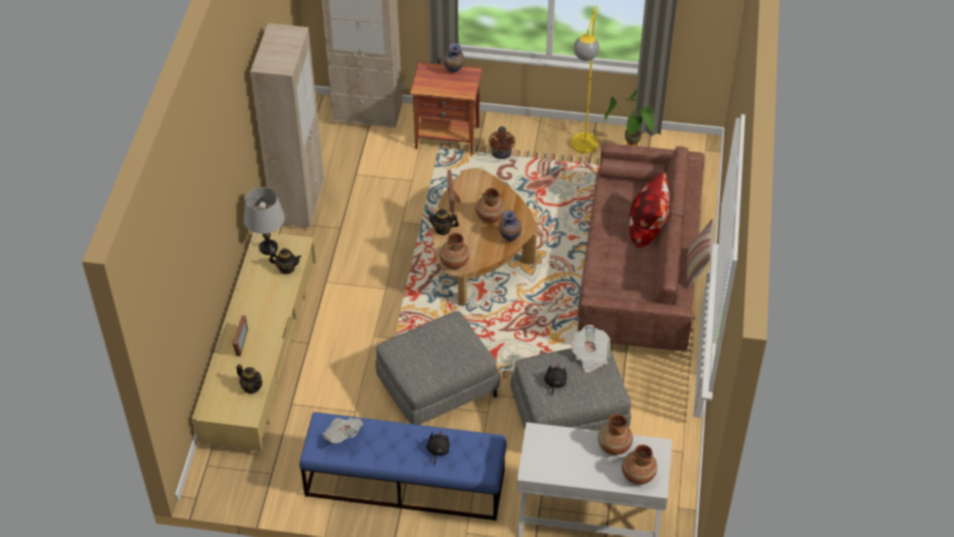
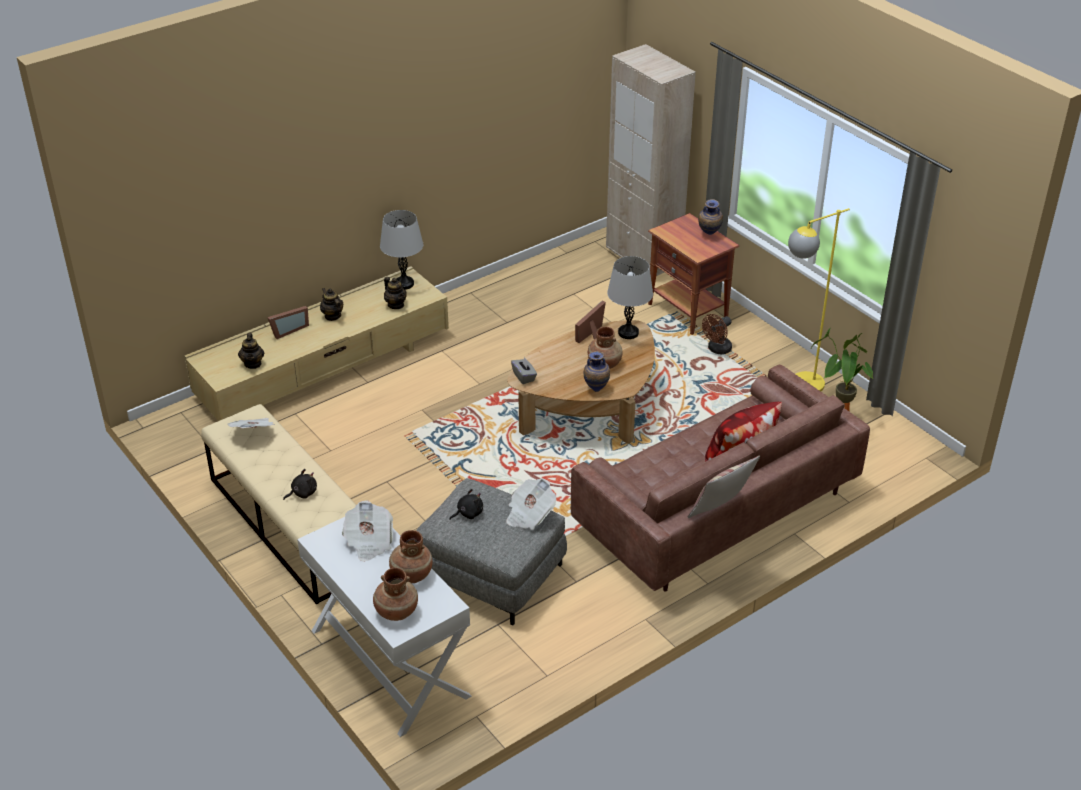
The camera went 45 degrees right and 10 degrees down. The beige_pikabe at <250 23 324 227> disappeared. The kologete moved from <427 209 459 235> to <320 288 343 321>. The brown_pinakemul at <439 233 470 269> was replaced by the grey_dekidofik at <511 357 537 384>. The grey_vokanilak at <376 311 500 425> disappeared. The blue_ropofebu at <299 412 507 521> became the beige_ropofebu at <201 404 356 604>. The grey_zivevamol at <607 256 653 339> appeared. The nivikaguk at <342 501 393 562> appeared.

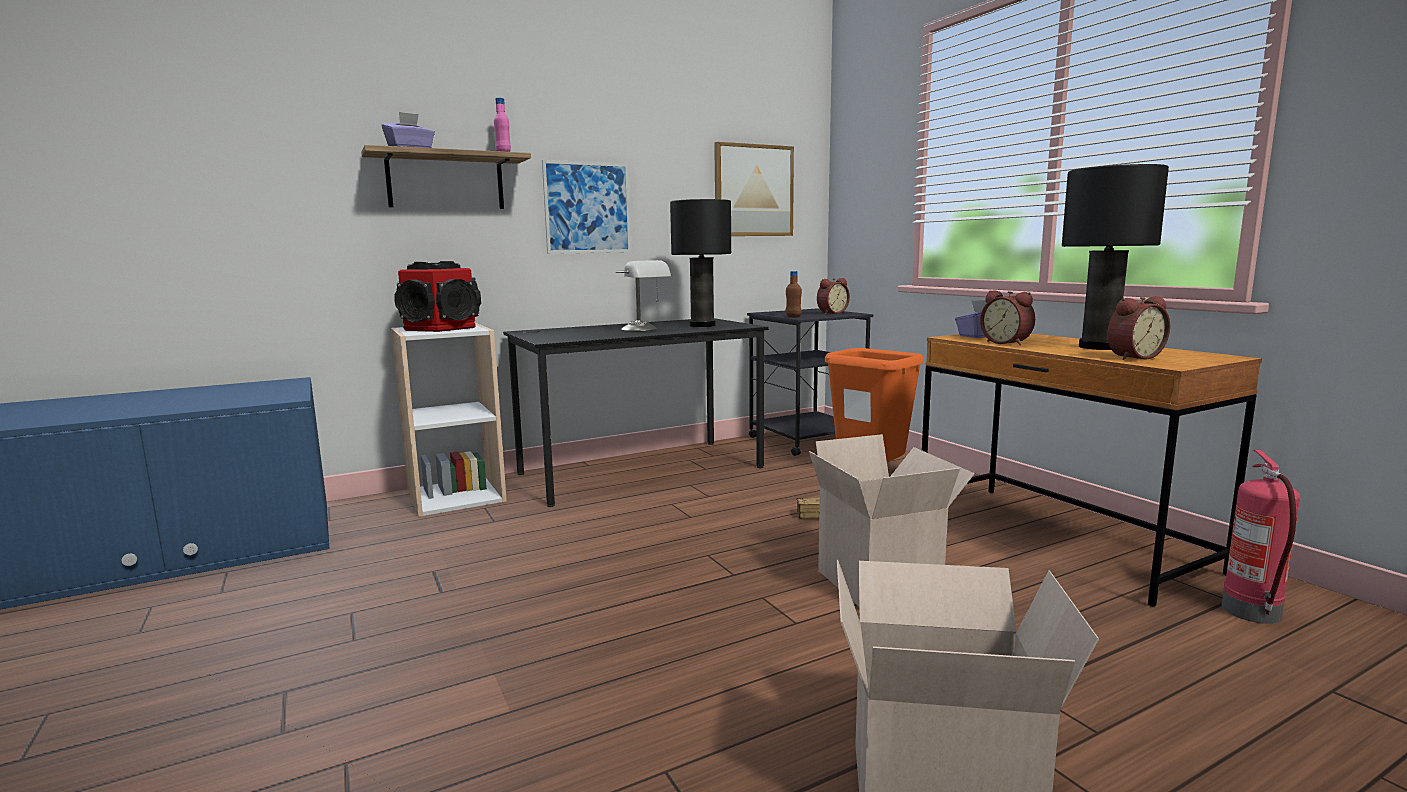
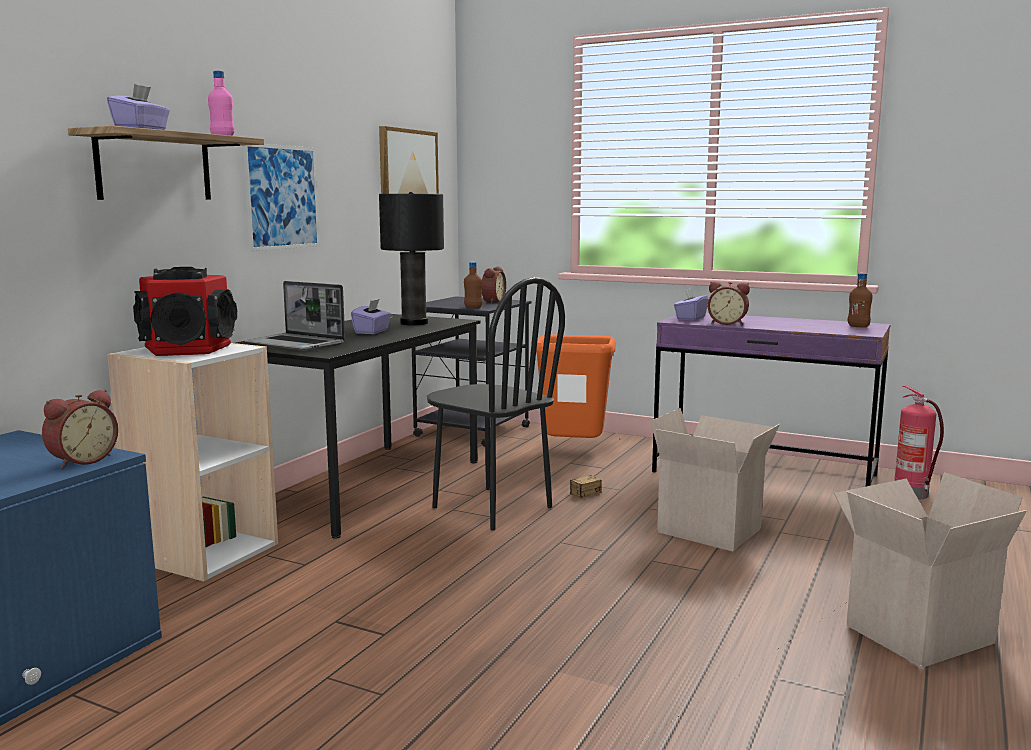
The camera went 35 degrees left and 0 degrees up. The black_zivevamol at <1062 164 1169 350> disappeared. The white_zivevamol at <616 260 671 331> was replaced by the purple_dekidofik at <351 299 391 334>. The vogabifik moved from <1107 296 1170 360> to <42 389 118 469>. The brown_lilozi at <922 333 1262 607> became the purple_lilozi at <652 313 891 486>. The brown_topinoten at <848 273 873 328> appeared. The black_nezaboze at <427 277 565 531> appeared. The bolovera at <244 281 345 351> appeared.

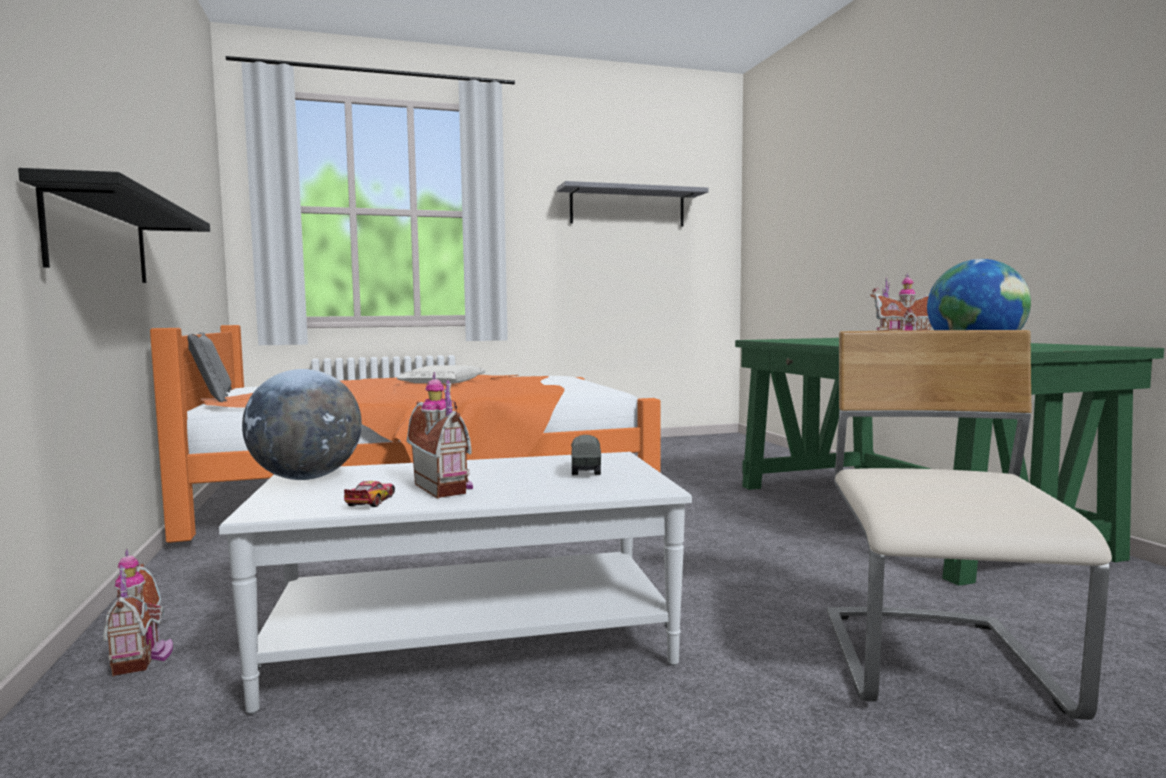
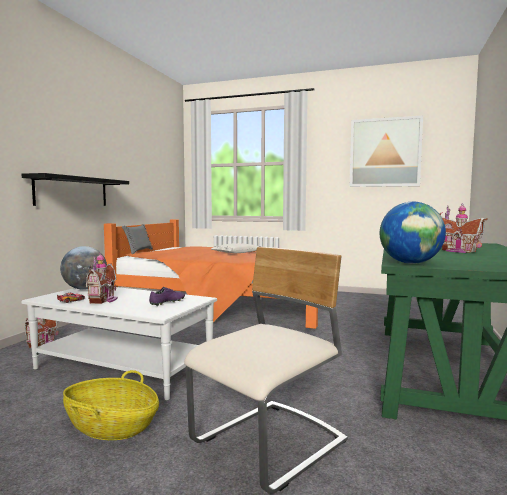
The camera went 35 degrees right and 0 degrees up. The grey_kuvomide at <557 181 709 227> was replaced by the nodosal at <350 115 423 187>. The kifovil at <571 435 601 475> was replaced by the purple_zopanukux at <149 287 185 306>. The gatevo at <63 370 159 440> appeared.

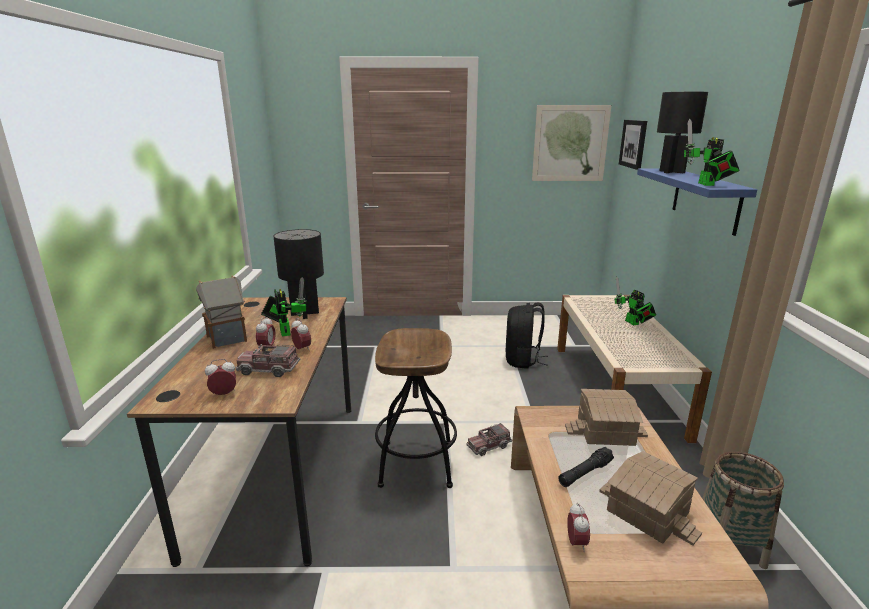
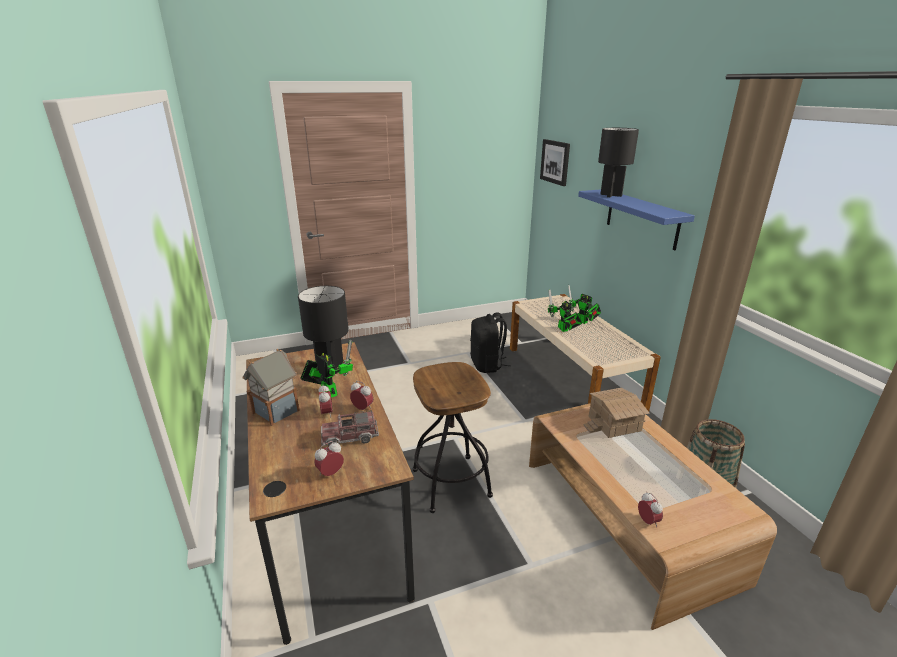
The camera went 20 degrees left and 5 degrees up. The nodosal at <532 105 612 181> disappeared. The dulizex moved from <684 119 740 186> to <548 289 582 332>. The kifovil at <467 423 512 456> disappeared. The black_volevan at <558 447 614 487> disappeared. The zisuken at <599 451 702 545> disappeared.

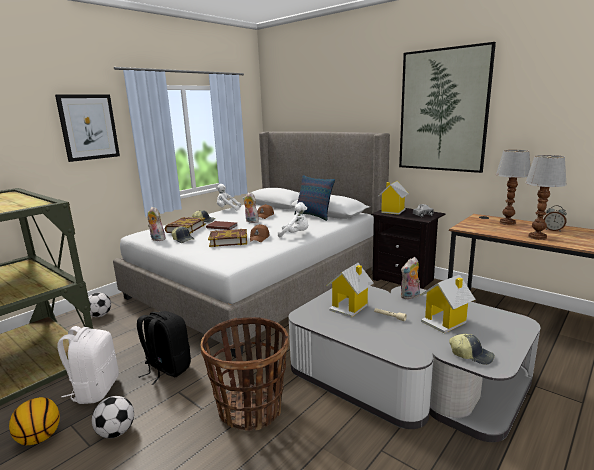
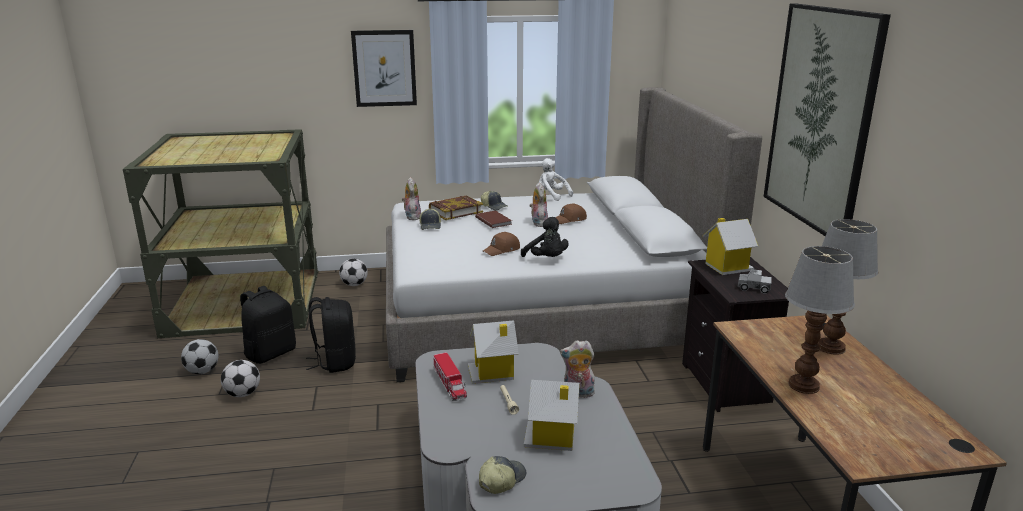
The camera went 40 degrees right and 5 degrees up. The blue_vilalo at <294 175 335 221> disappeared. The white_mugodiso at <278 202 308 238> became the black_mugodiso at <521 217 569 257>. The vogabifik at <544 205 567 232> disappeared. The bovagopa at <208 229 247 247> disappeared. The gatevo at <201 317 289 431> disappeared. The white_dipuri at <57 326 119 404> became the black_dipuri at <240 286 296 364>. The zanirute at <449 333 495 365> turned 120 degrees counterclockwise. The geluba at <9 397 60 446> was replaced by the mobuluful at <181 339 218 374>. The kifovil at <433 352 467 401> appeared.

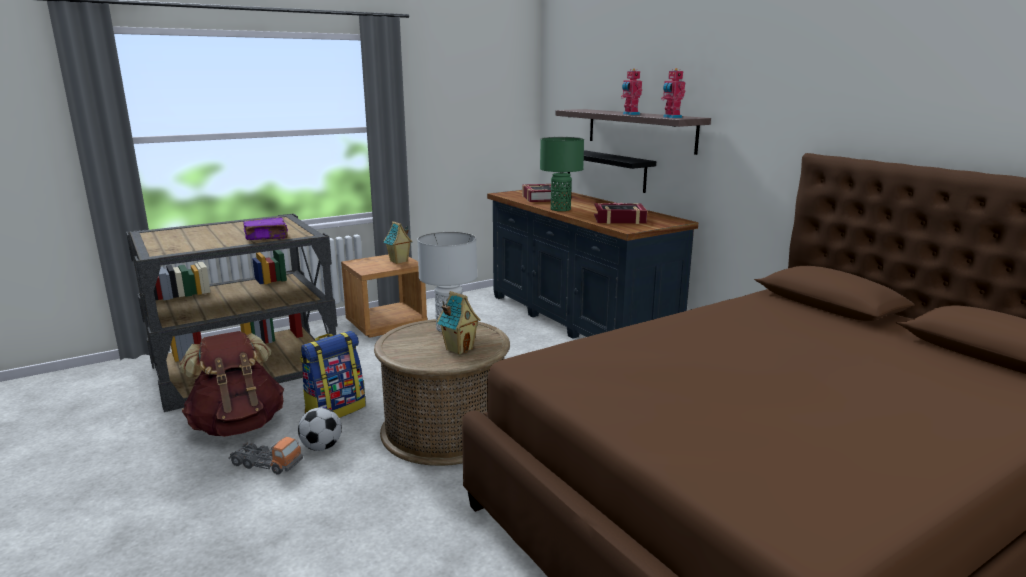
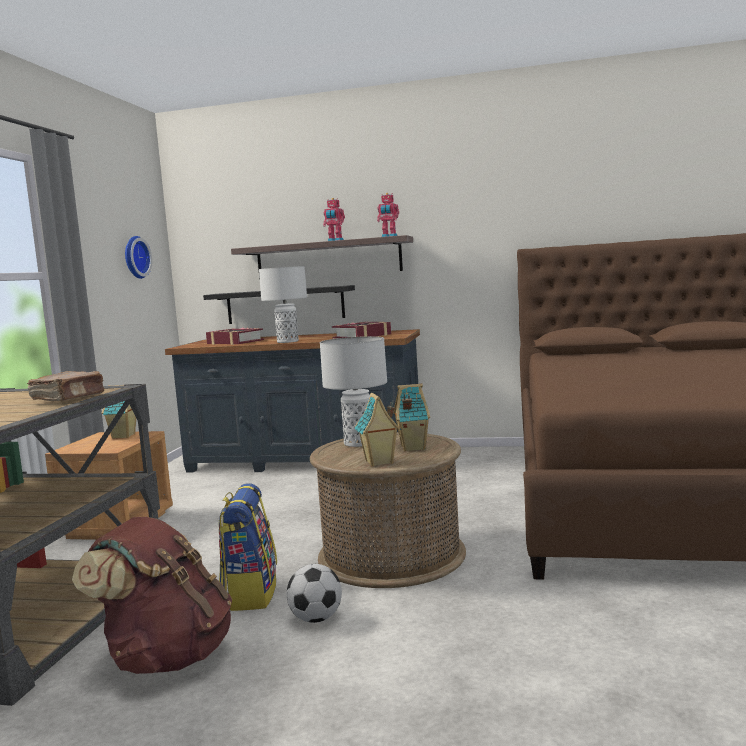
The camera went 45 degrees left and 10 degrees down. The green_zivevamol at <540 137 584 211> became the white_zivevamol at <259 266 307 343>. The purple_bovagopa at <243 217 288 240> became the brown_bovagopa at <27 371 104 401>. The kifovil at <229 437 303 475> disappeared. The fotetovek at <125 236 152 279> appeared. The zisuken at <354 393 401 466> appeared.

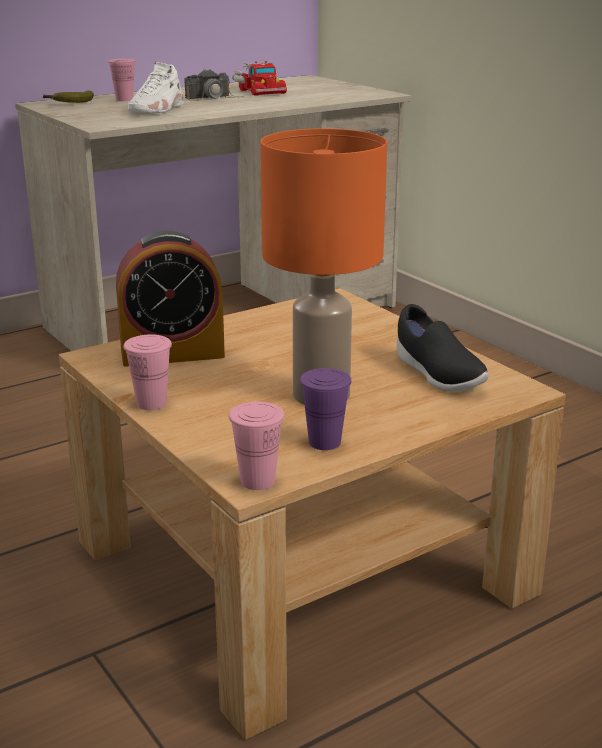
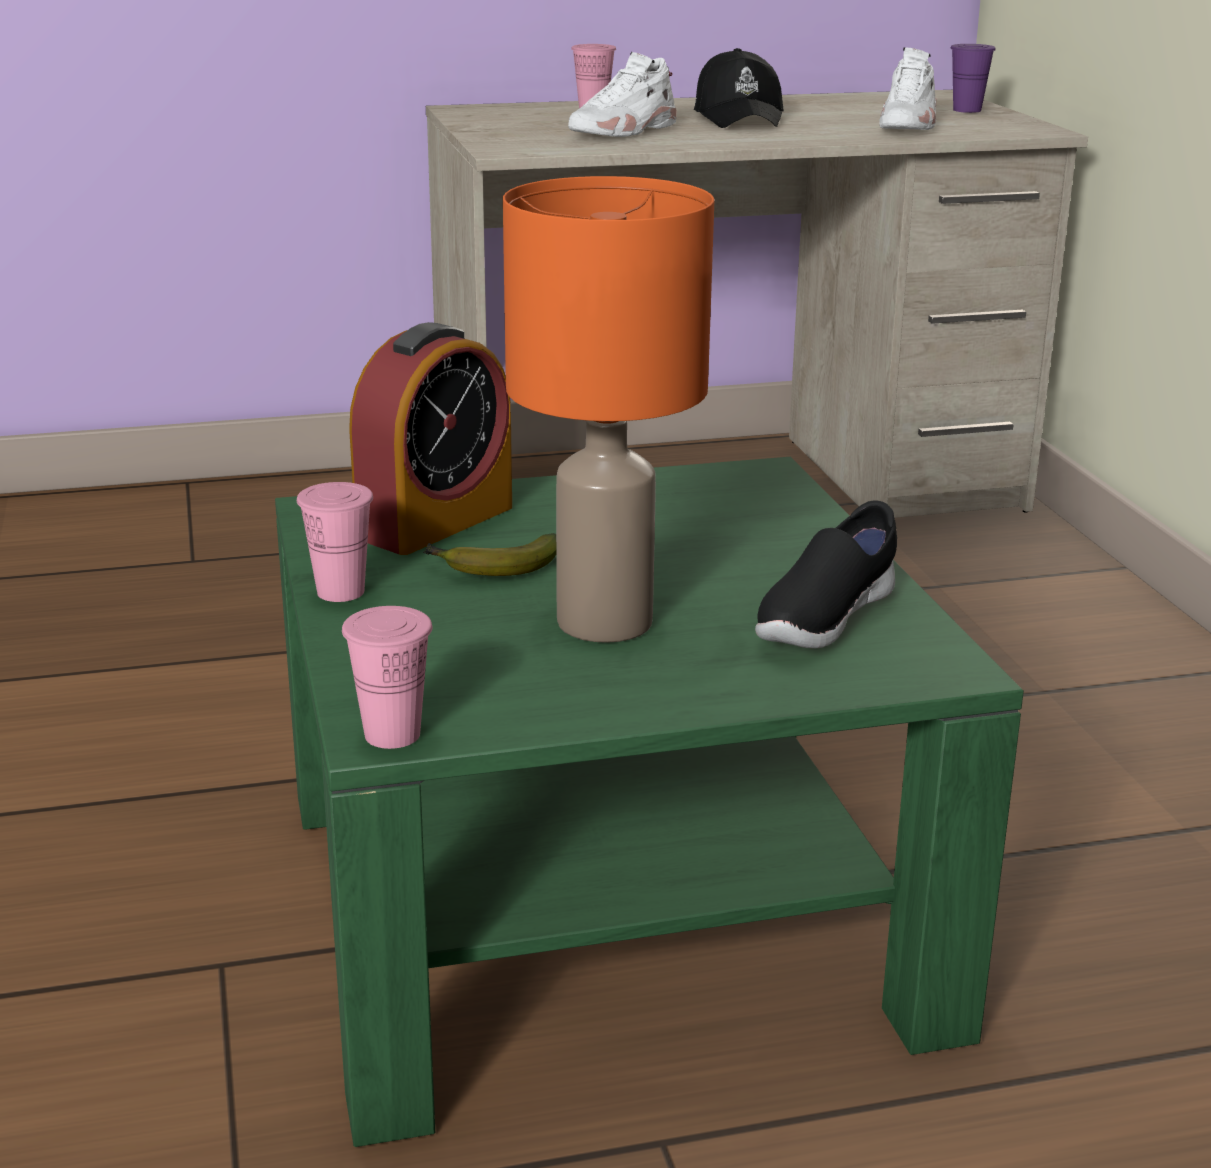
The camera went 20 degrees right and 0 degrees up. The kifovil at <232 60 287 96> disappeared. The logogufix at <184 69 244 101> was replaced by the black_zanirute at <694 48 784 128>. The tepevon moved from <43 91 94 103> to <423 533 556 576>. The vogabifik at <116 231 225 367> turned 60 degrees counterclockwise. The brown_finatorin at <59 288 566 740> became the green_finatorin at <275 457 1024 1147>. The black_zopanukux at <397 304 489 392> turned 45 degrees clockwise. The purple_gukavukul moved from <300 368 352 450> to <950 44 996 113>. The white_zopanukux at <880 47 937 130> appeared.

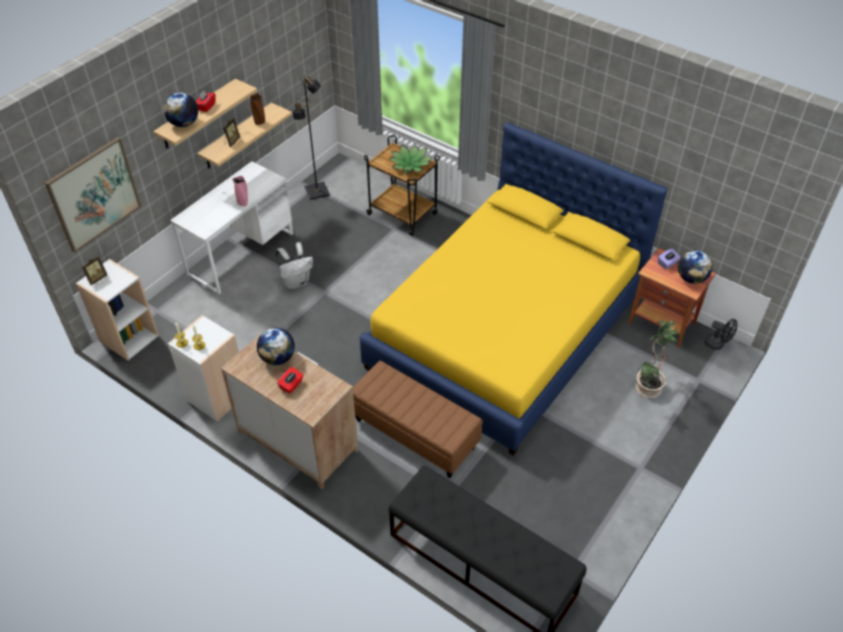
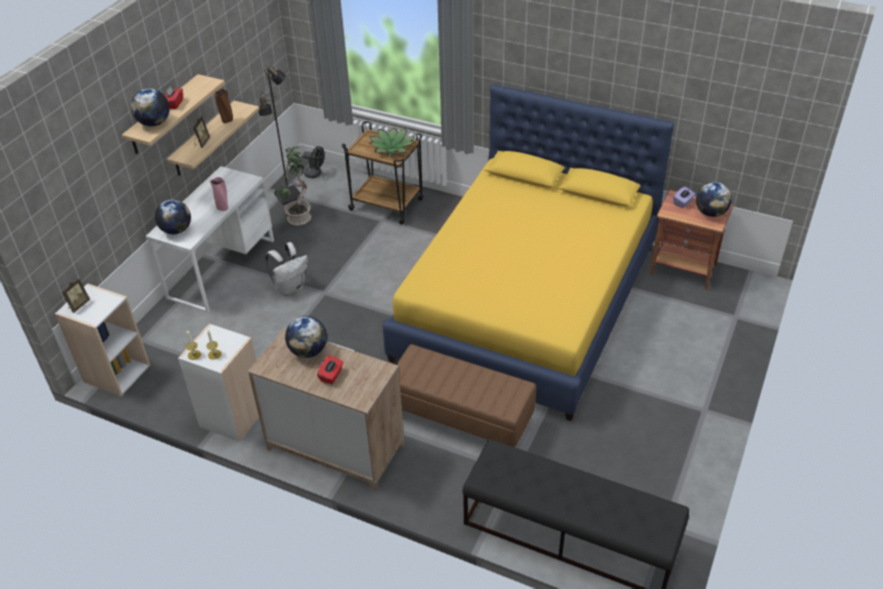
The camera went 10 degrees left and 5 degrees down. The nodosal at <45 137 141 253> disappeared. The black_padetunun moved from <705 319 737 350> to <303 146 325 178>. The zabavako moved from <635 320 681 399> to <275 146 311 226>. The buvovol at <155 200 191 234> appeared.

